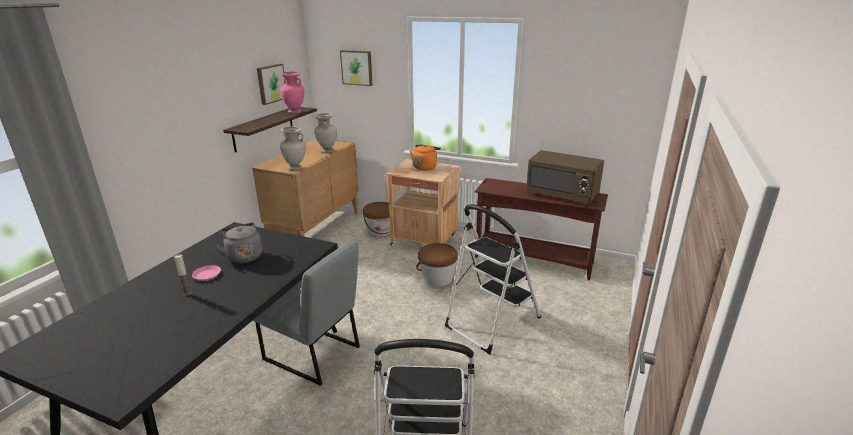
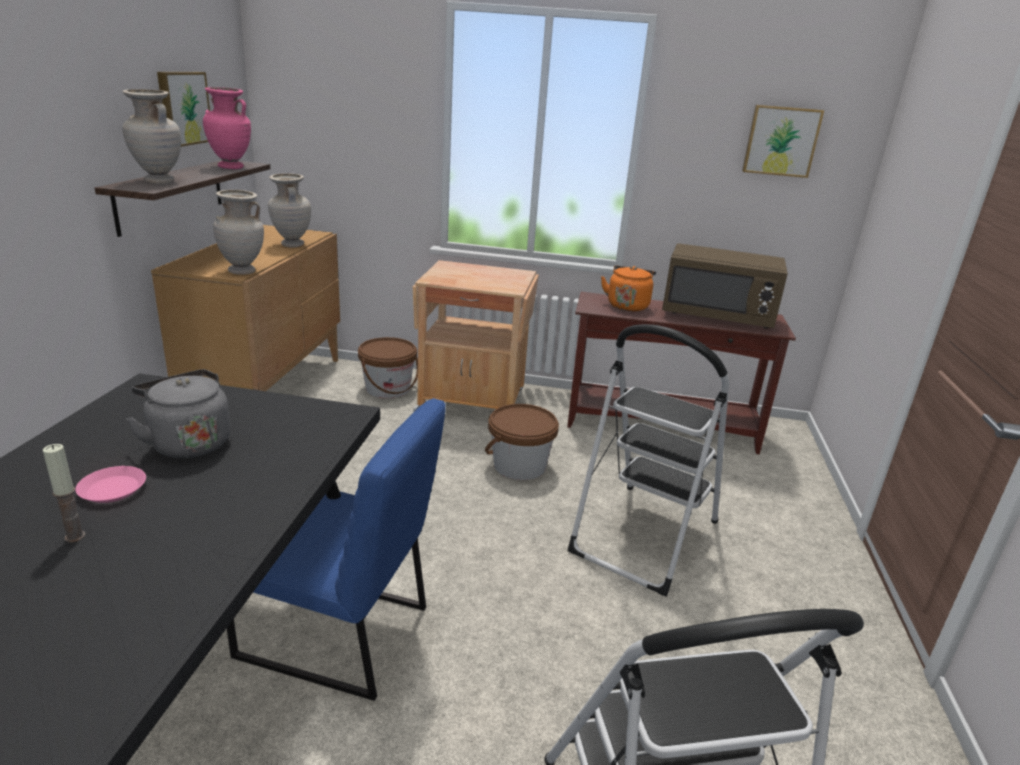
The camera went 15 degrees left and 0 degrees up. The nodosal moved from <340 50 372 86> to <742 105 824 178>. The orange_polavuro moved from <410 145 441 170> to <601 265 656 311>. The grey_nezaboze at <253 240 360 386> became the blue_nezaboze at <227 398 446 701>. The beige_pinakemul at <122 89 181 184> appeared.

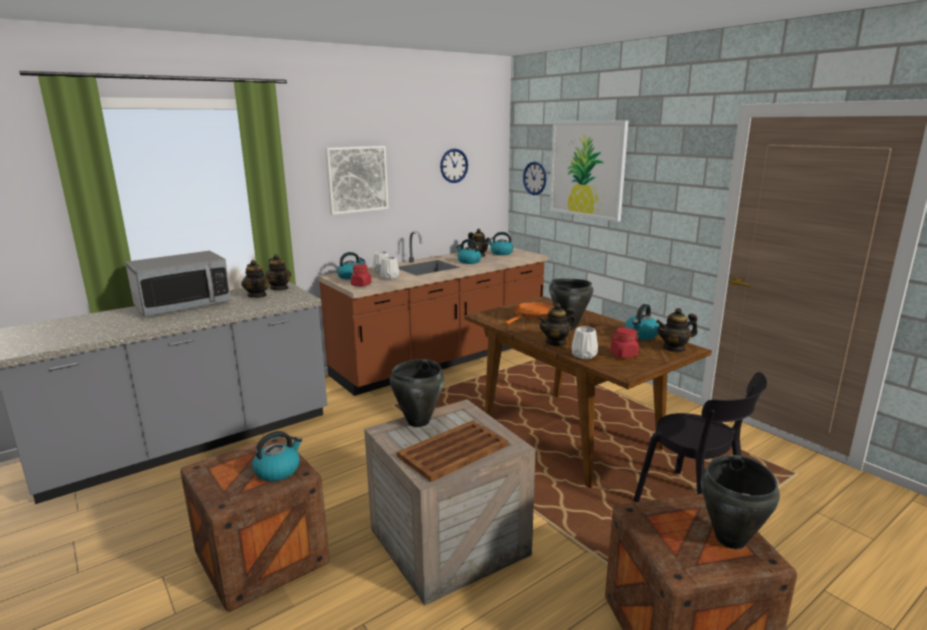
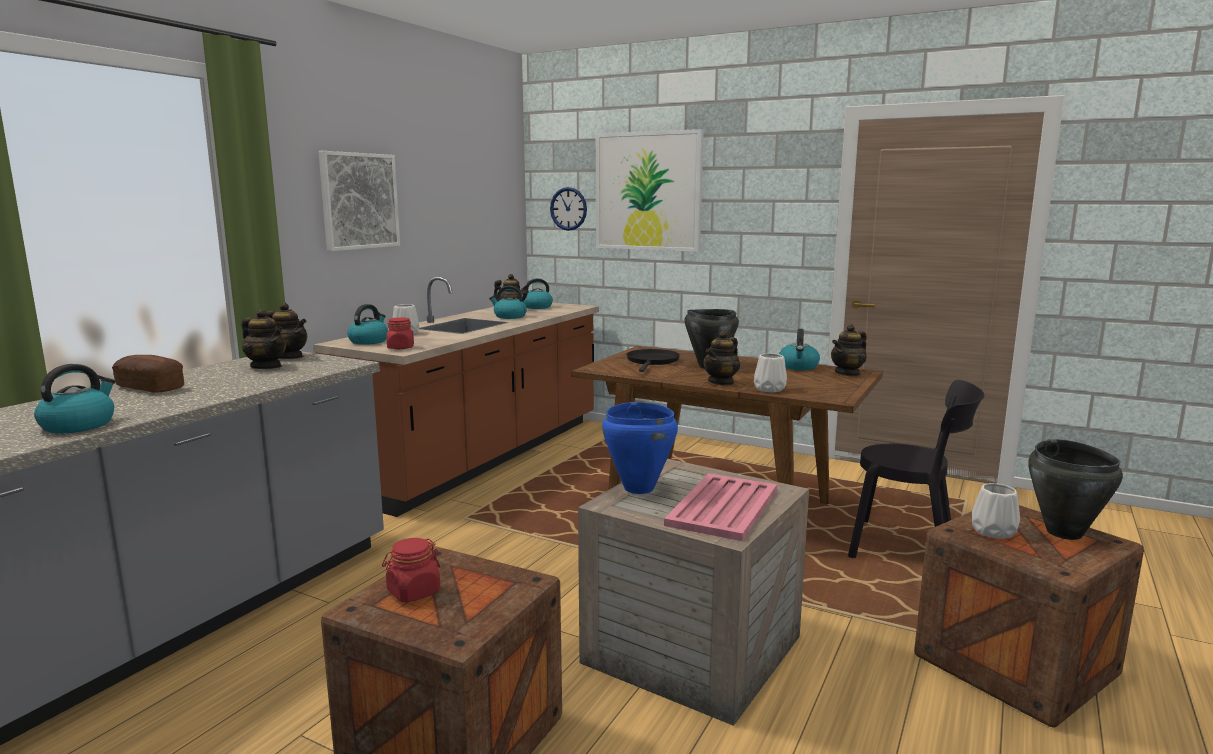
The camera went 25 degrees left and 5 degrees down. The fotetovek at <440 148 468 183> disappeared. The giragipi at <125 251 231 317> was replaced by the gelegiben at <112 355 184 393>. The white_pinakemul moved from <380 257 399 280> to <972 483 1020 539>. The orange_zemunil at <505 302 555 324> became the black_zemunil at <626 349 680 372>. The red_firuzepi moved from <610 327 639 358> to <382 538 440 602>. The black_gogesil at <390 359 444 427> became the blue_gogesil at <602 402 678 494>. The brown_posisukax at <397 420 509 482> became the pink_posisukax at <664 473 777 541>. The polavuro moved from <252 431 302 481> to <34 364 115 433>.

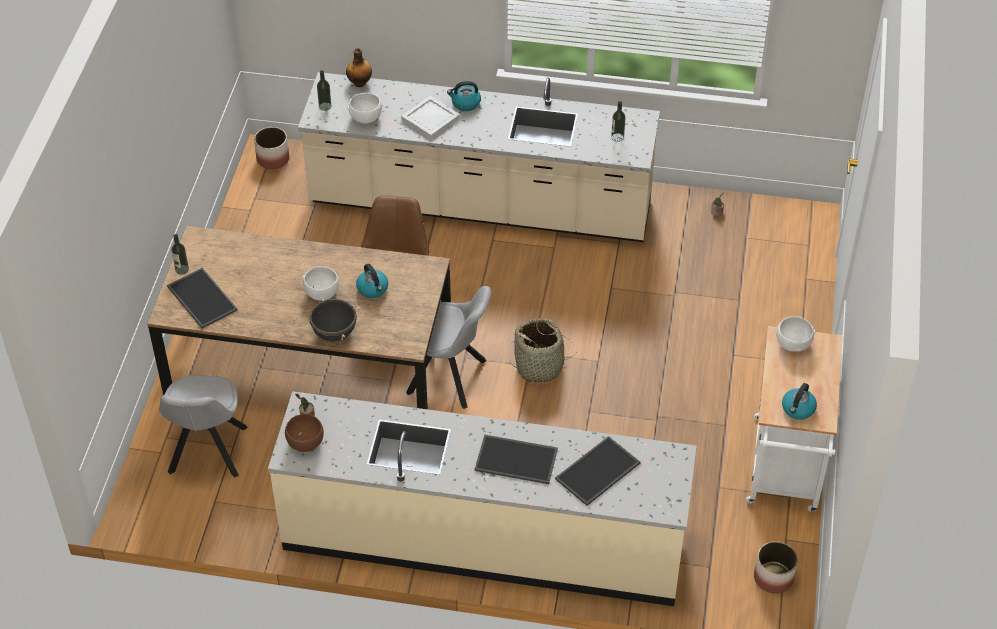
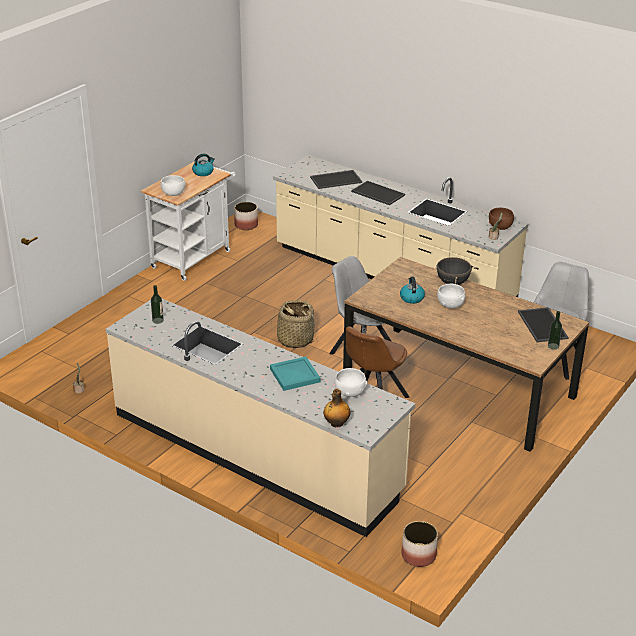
The camera went 155 degrees left and 15 degrees down. The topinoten at <317 70 331 111> disappeared. The polavuro at <447 81 481 111> disappeared. The white_posisukax at <401 96 460 139> became the turquoise_posisukax at <270 357 320 391>.

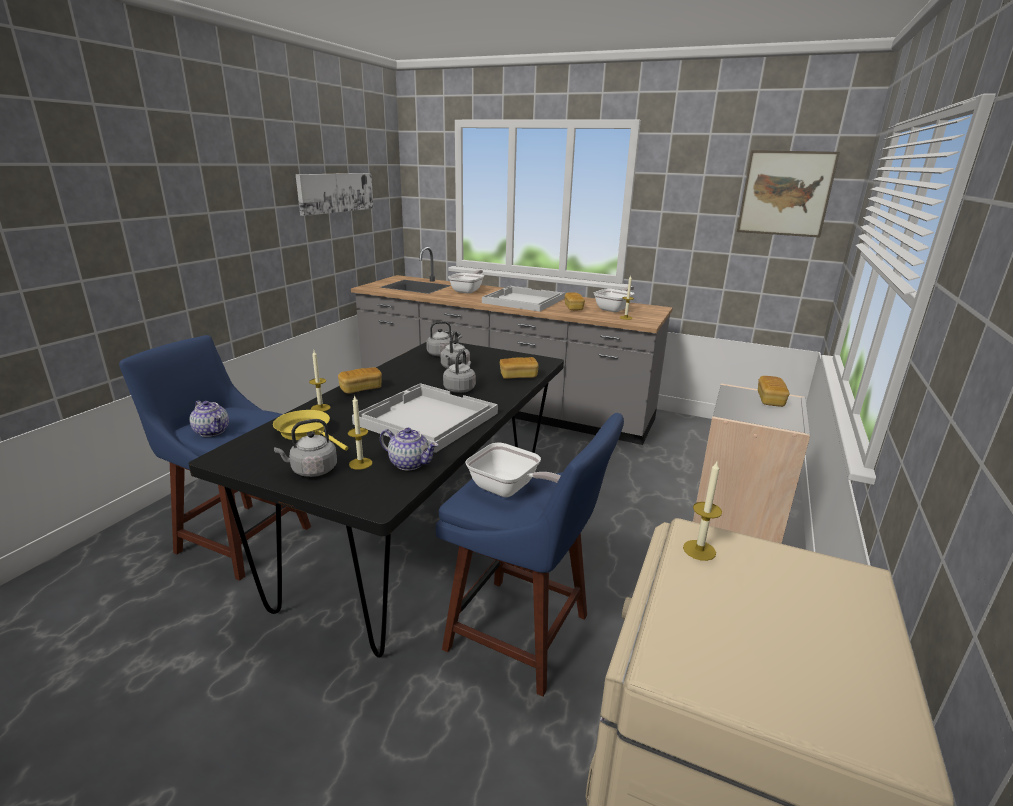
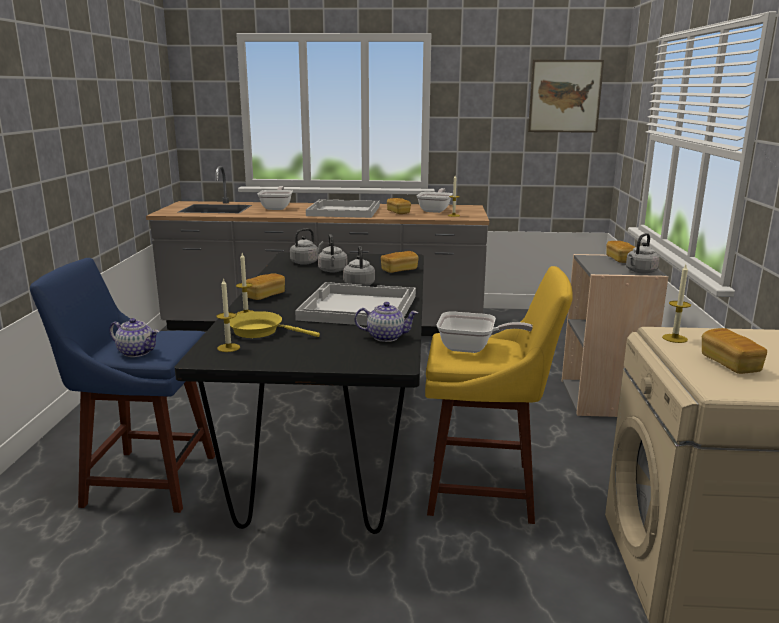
The camera went 20 degrees left and 5 degrees down. The nodosal at <296 173 374 216> disappeared. The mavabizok moved from <348 396 372 470> to <217 278 240 352>. The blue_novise at <436 413 624 697> became the yellow_novise at <425 266 573 524>. The grey_polavuro moved from <274 419 337 477> to <626 233 660 273>. The gelegiben at <702 328 767 374> appeared.

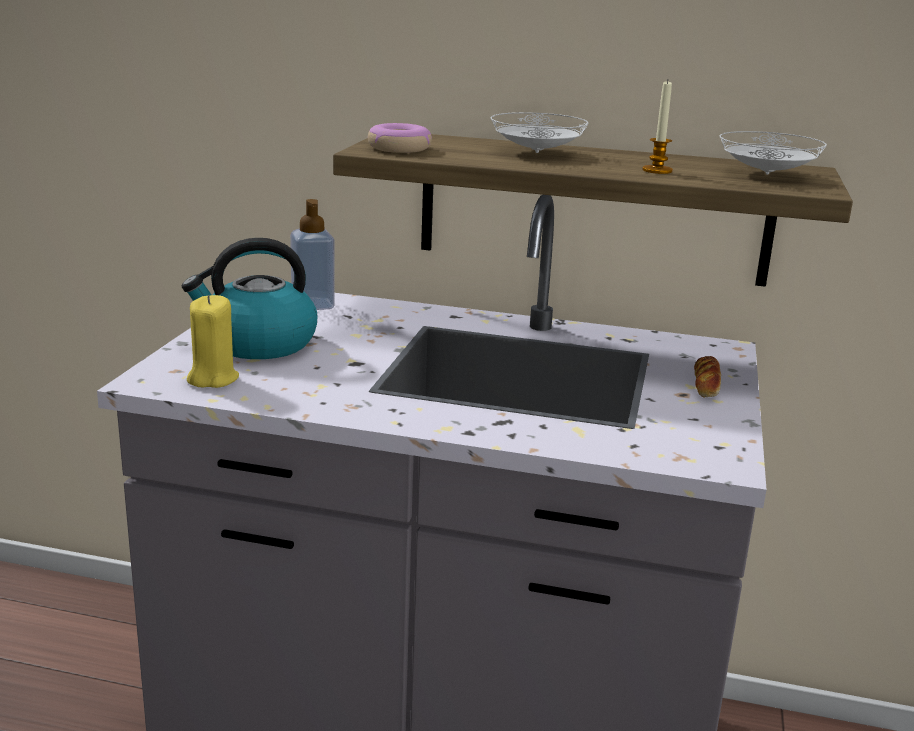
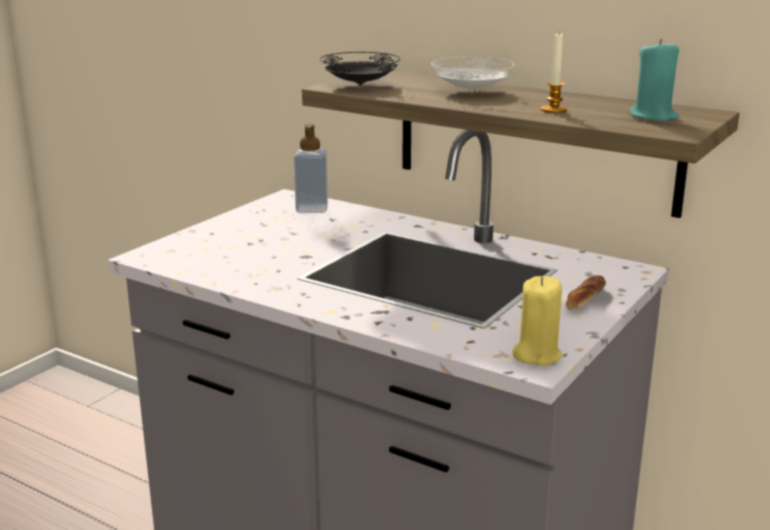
The camera went 20 degrees right and 0 degrees up. The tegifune at <368 123 432 153> was replaced by the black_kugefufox at <320 52 400 86>. The white_kugefufox at <720 131 827 175> was replaced by the turquoise_mavabizok at <629 39 679 122>. The polavuro at <182 238 317 359> disappeared. The yellow_mavabizok moved from <187 295 239 388> to <512 276 562 366>.

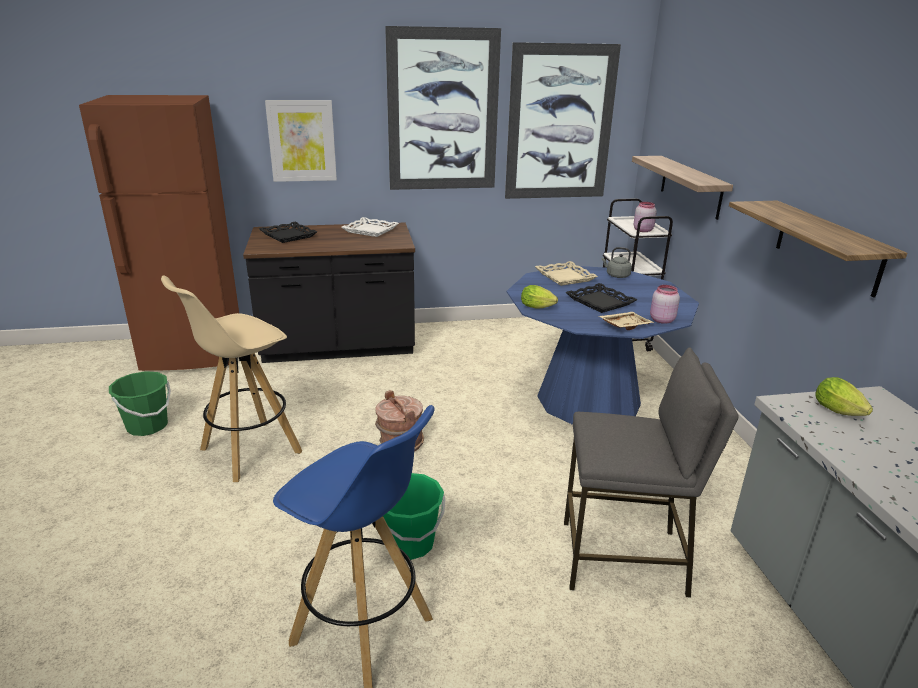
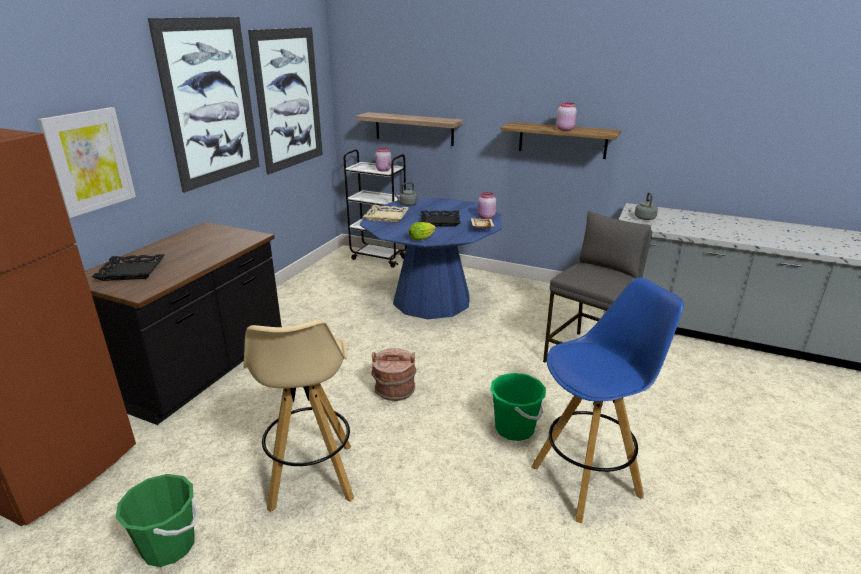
The camera went 55 degrees left and 0 degrees up. The white_posisukax at <341 217 399 237> disappeared. The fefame at <815 377 873 416> was replaced by the grey_polavuro at <635 192 658 220>. The pink_firuzepi at <556 103 577 131> appeared.

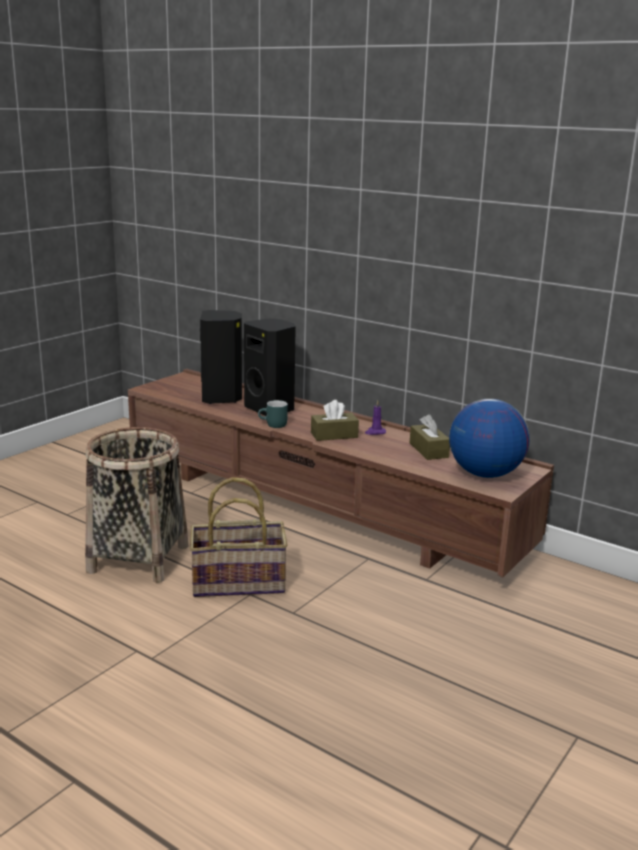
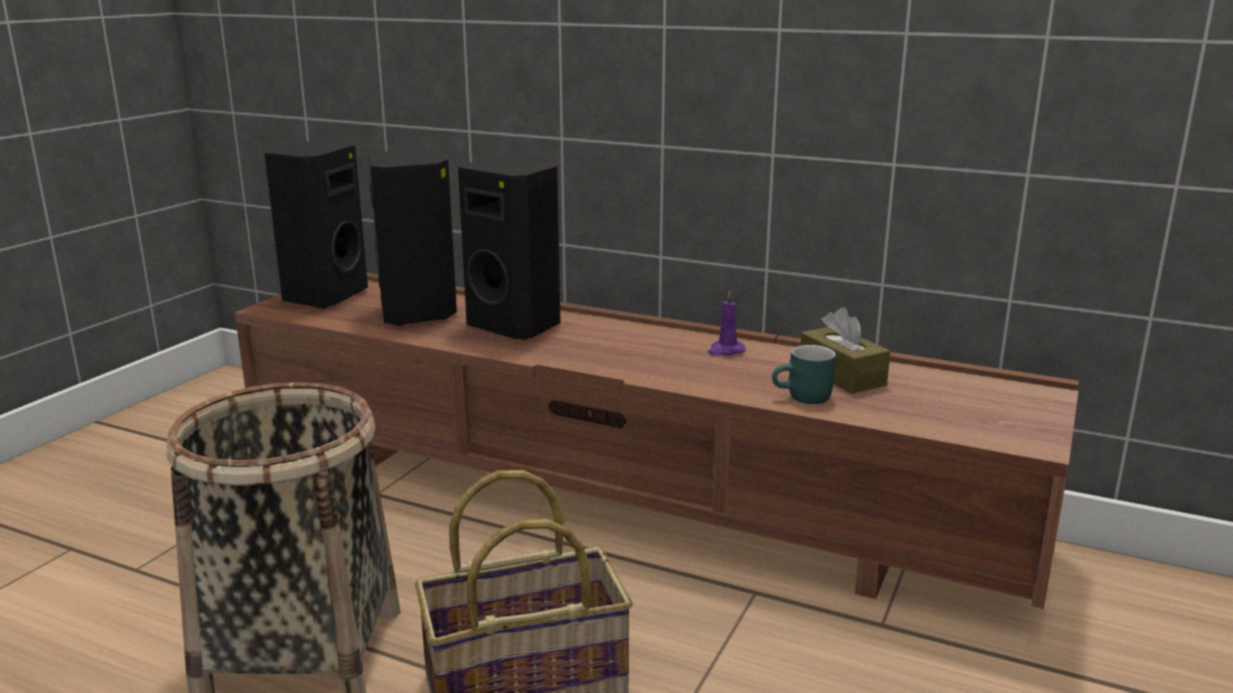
The camera went 10 degrees left and 0 degrees up. The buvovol at <449 399 530 478> disappeared. The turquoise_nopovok moved from <258 400 288 428> to <772 345 836 404>. The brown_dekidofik at <311 400 359 441> disappeared. The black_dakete at <264 142 368 308> appeared.

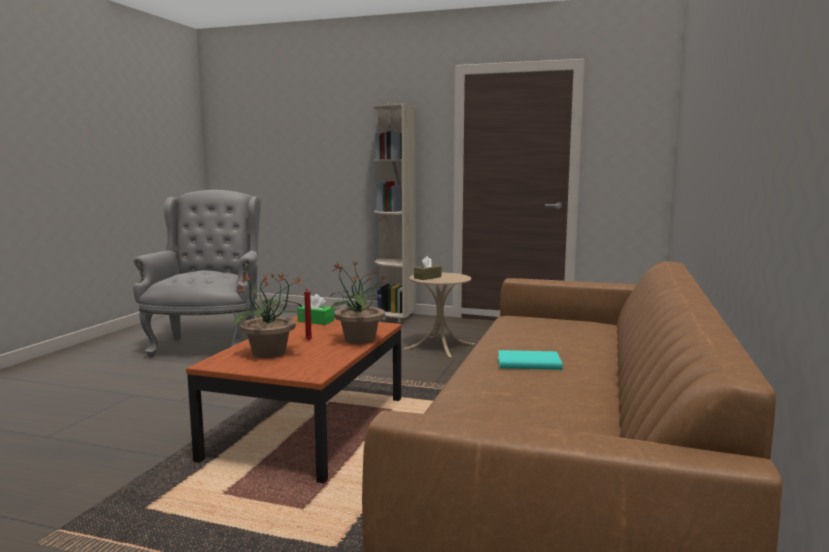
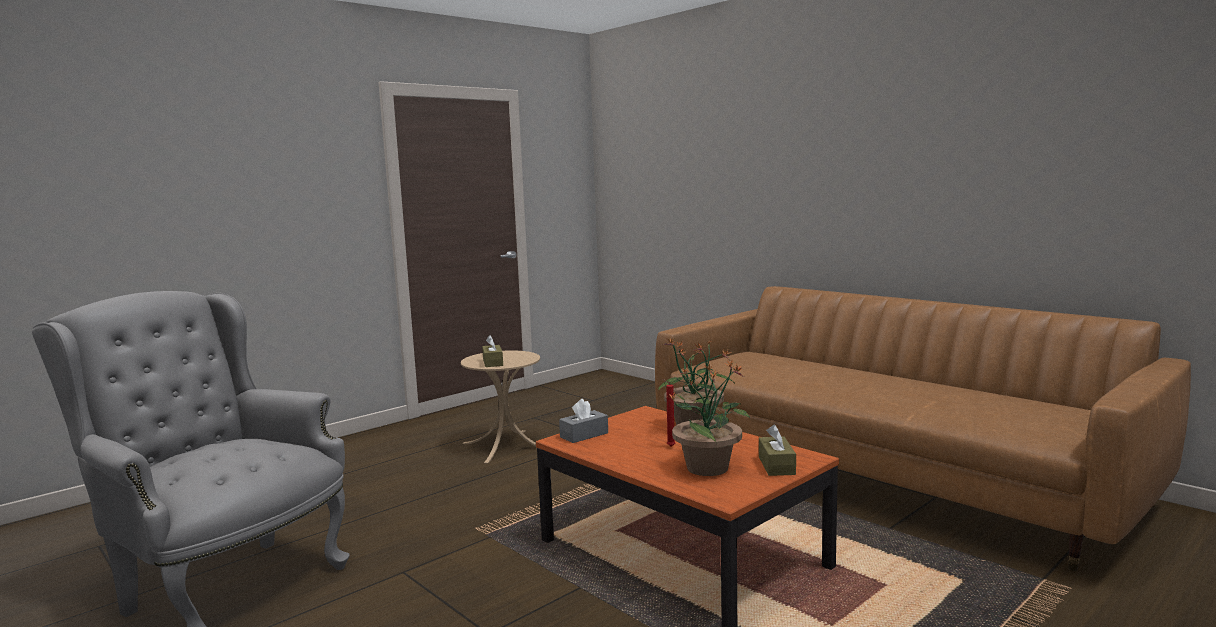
The camera went 60 degrees left and 0 degrees up. The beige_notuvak at <373 103 416 322> disappeared. The green_dekidofik at <297 294 334 325> became the grey_dekidofik at <559 399 608 443>. The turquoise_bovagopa at <498 350 563 370> disappeared. The brown_dekidofik at <759 425 796 476> appeared.

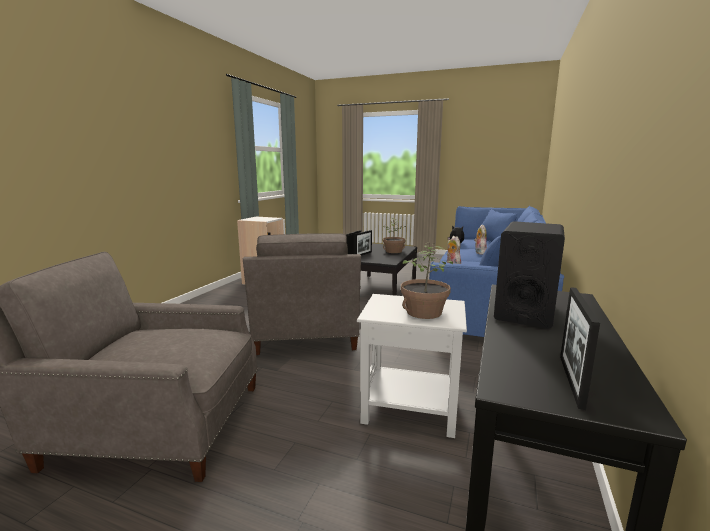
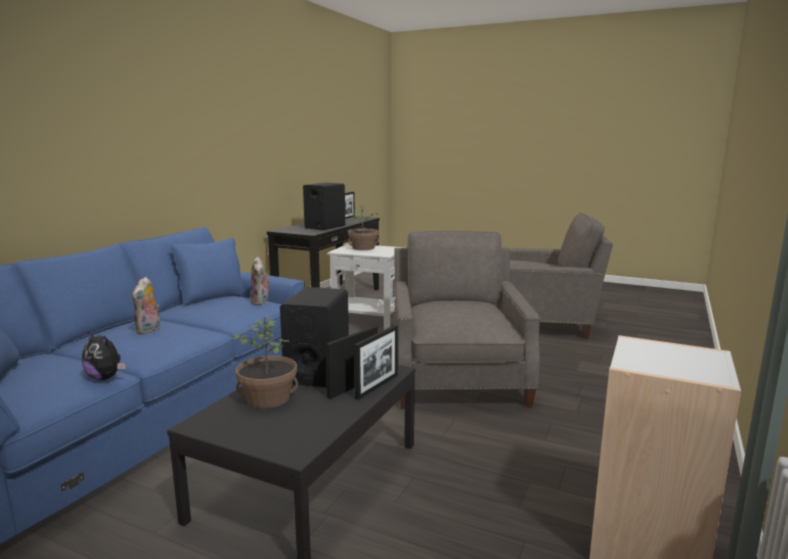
The camera went 175 degrees left and 0 degrees up. The black_dakete at <280 287 349 387> appeared.

